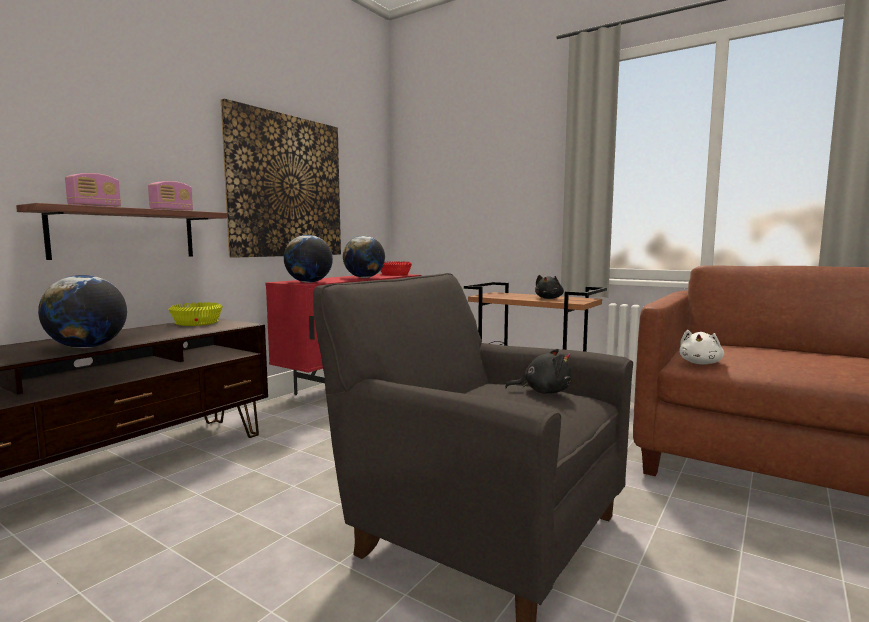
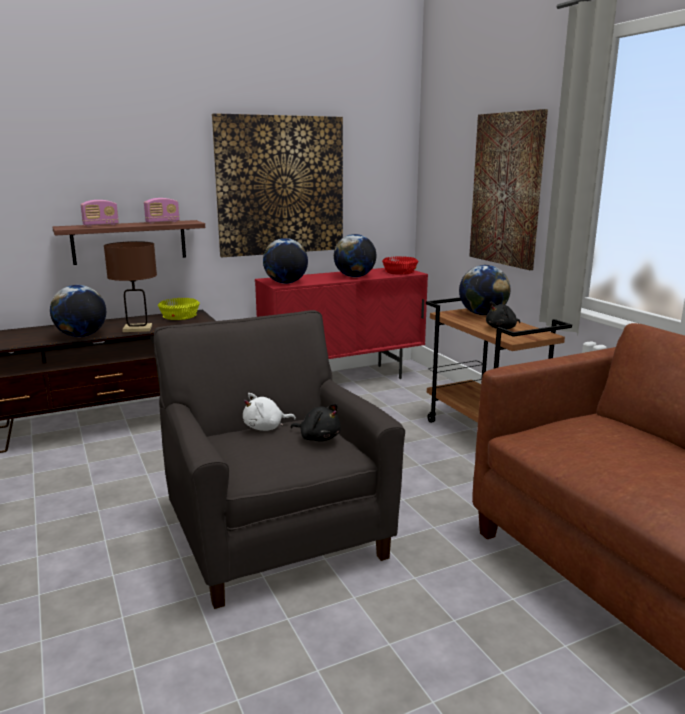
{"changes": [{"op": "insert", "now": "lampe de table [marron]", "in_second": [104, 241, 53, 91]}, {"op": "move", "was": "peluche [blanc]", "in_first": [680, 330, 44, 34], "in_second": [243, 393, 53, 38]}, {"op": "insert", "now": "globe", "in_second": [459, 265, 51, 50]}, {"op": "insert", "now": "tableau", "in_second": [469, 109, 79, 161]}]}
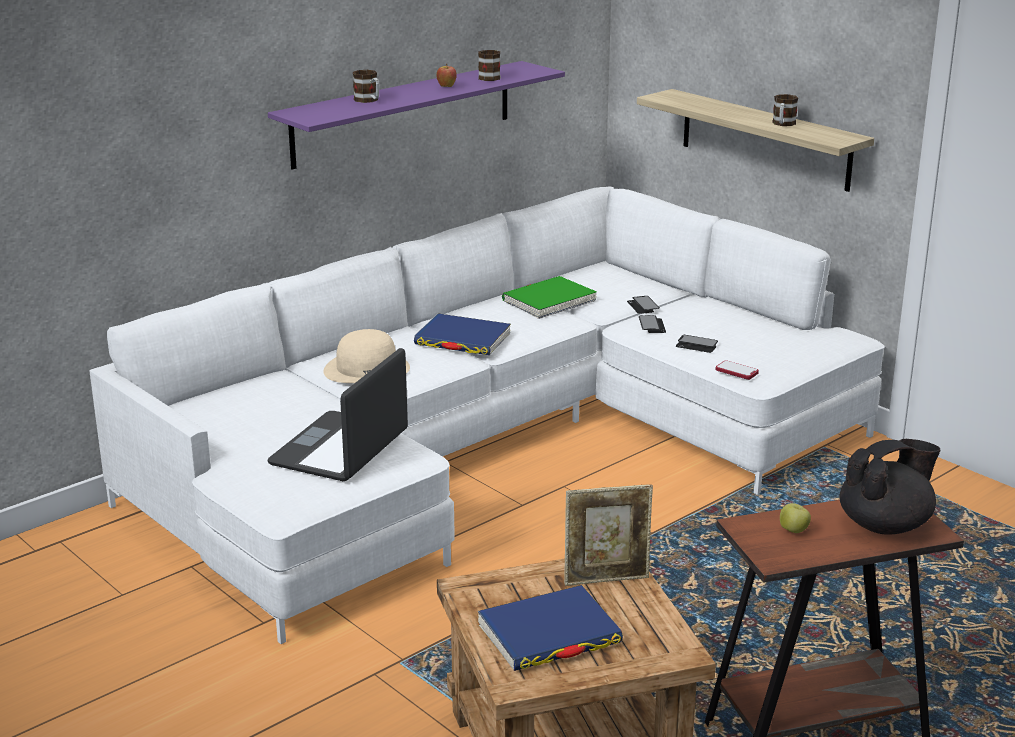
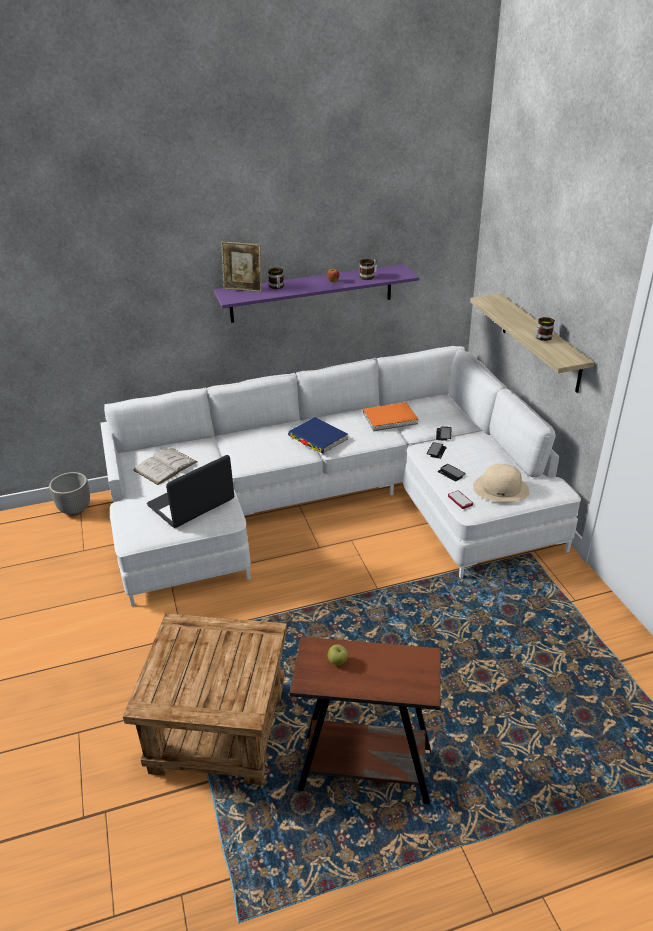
{"changes": [{"op": "insert", "now": "cache-pot", "in_second": [49, 472, 41, 43]}, {"op": "insert", "now": "livre [blanc]", "in_second": [133, 448, 64, 37]}, {"op": "move", "was": "cadre photo", "in_first": [564, 484, 89, 102], "in_second": [221, 241, 41, 51]}, {"op": "recolor", "was": "livre [vert]", "now": "livre [orange]", "in_first": [502, 276, 95, 43], "in_second": [363, 402, 56, 29]}, {"op": "move", "was": "chapeau [beige]", "in_first": [323, 329, 87, 54], "in_second": [473, 464, 56, 38]}, {"op": "delete", "was": "livre [bleu]", "in_first": [478, 585, 145, 86]}, {"op": "delete", "was": "théière [noir]", "in_first": [840, 439, 100, 96]}]}
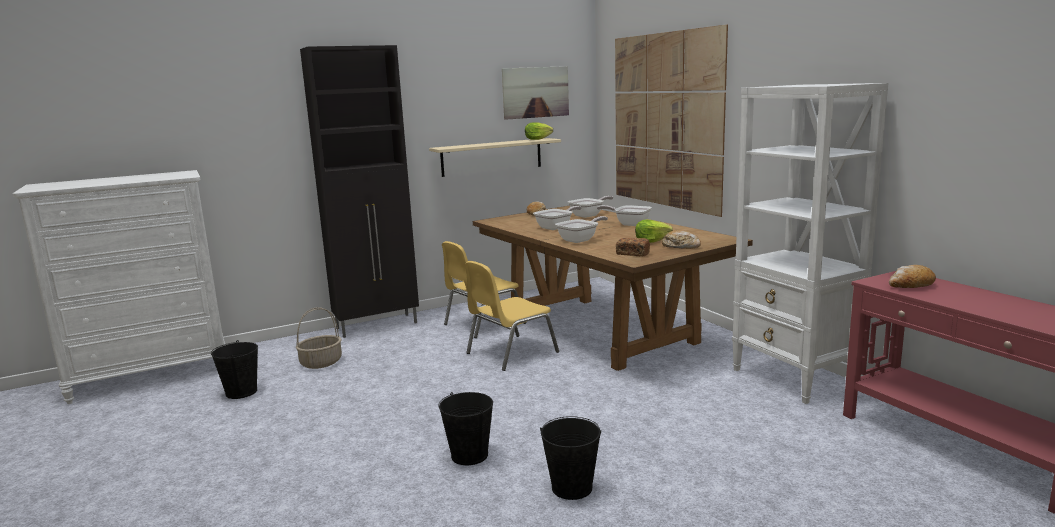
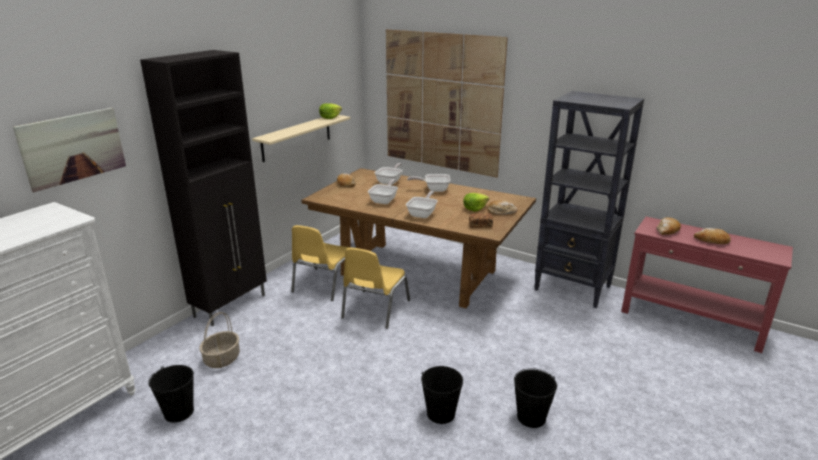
{"changes": [{"op": "move", "was": "tableau", "in_first": [502, 66, 67, 54], "in_second": [13, 108, 113, 84]}, {"op": "recolor", "was": "bibliothèque [blanc]", "now": "bibliothèque [noir]", "in_first": [732, 83, 156, 321], "in_second": [534, 91, 110, 217]}, {"op": "insert", "now": "pain", "in_second": [694, 228, 37, 16]}]}
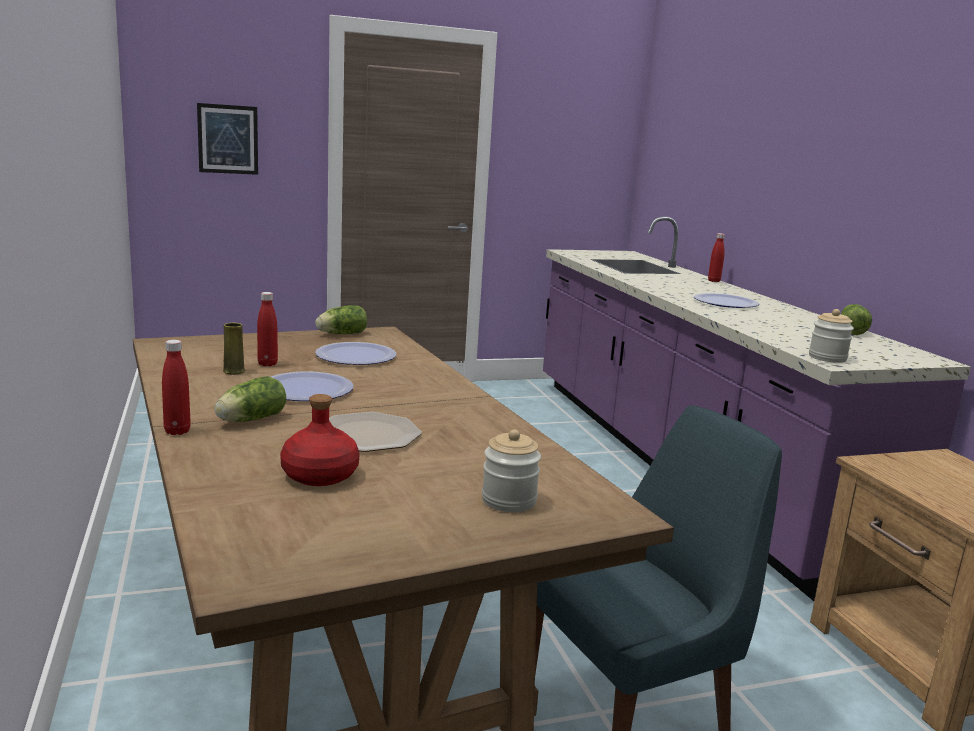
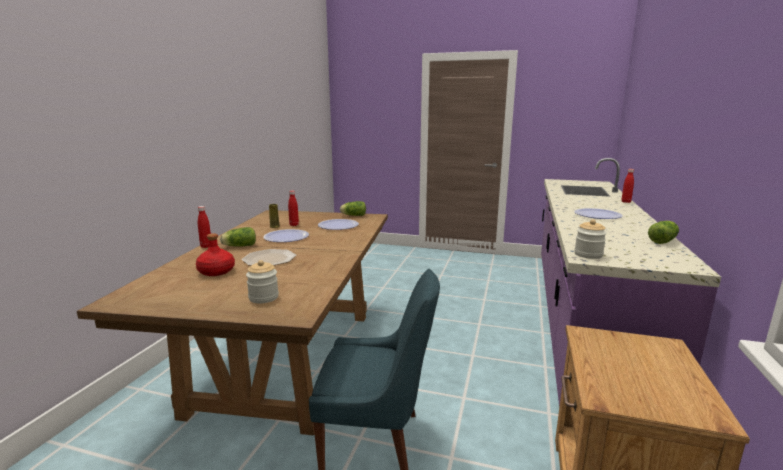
{"changes": [{"op": "delete", "was": "tableau", "in_first": [197, 103, 61, 72]}]}
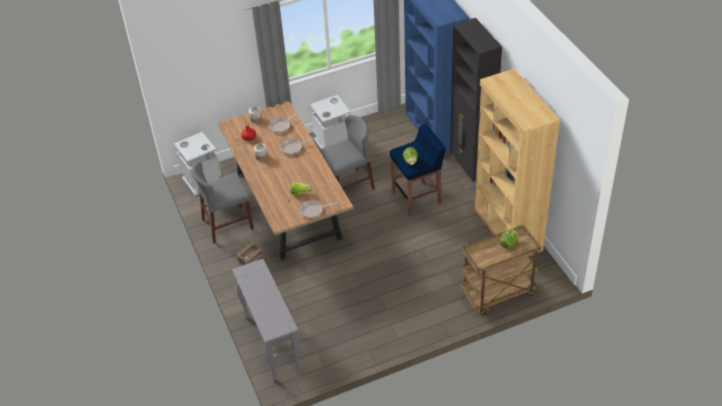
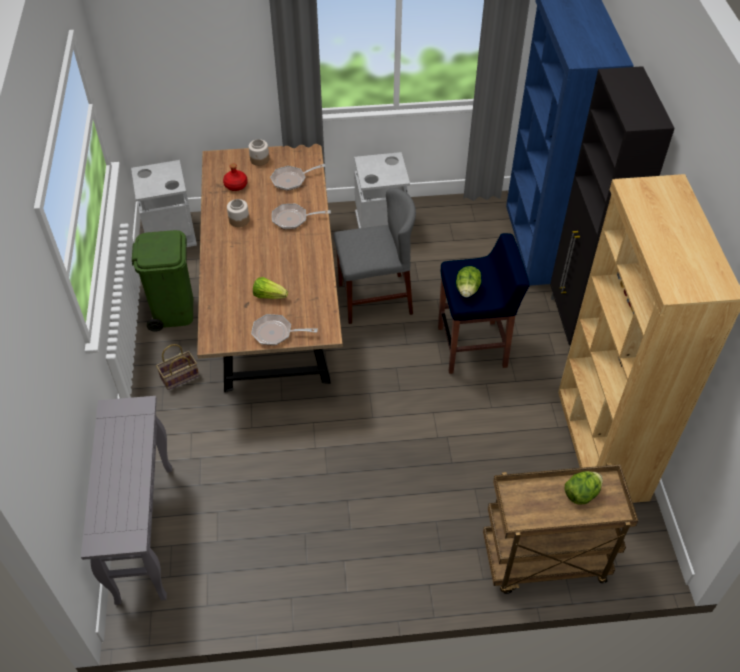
{"changes": [{"op": "replace", "was": "chaise [gris]", "now": "poubelle [vert]", "in_first": [191, 161, 62, 82], "in_second": [132, 230, 61, 101]}]}
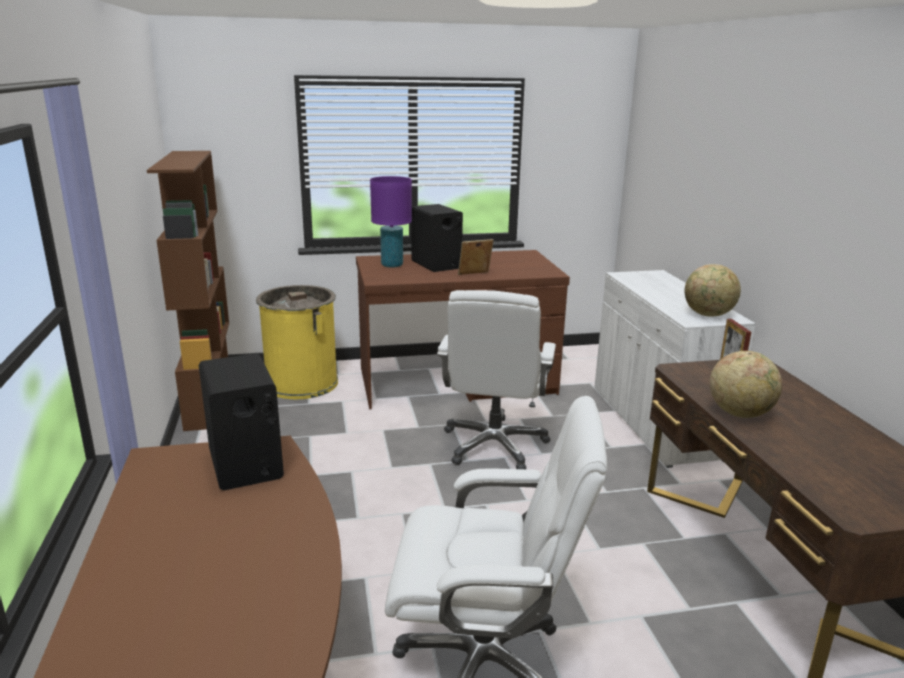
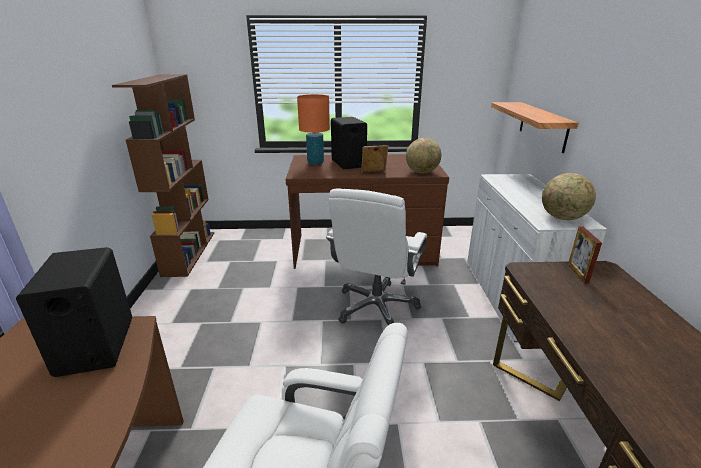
{"changes": [{"op": "recolor", "was": "lampe de table [violet]", "now": "lampe de table [orange]", "in_first": [370, 176, 42, 92], "in_second": [297, 94, 33, 71]}, {"op": "move", "was": "globe", "in_first": [710, 351, 72, 67], "in_second": [406, 138, 35, 36]}, {"op": "insert", "now": "étagère", "in_second": [491, 102, 88, 51]}, {"op": "delete", "was": "poubelle [jaune]", "in_first": [256, 285, 82, 114]}]}
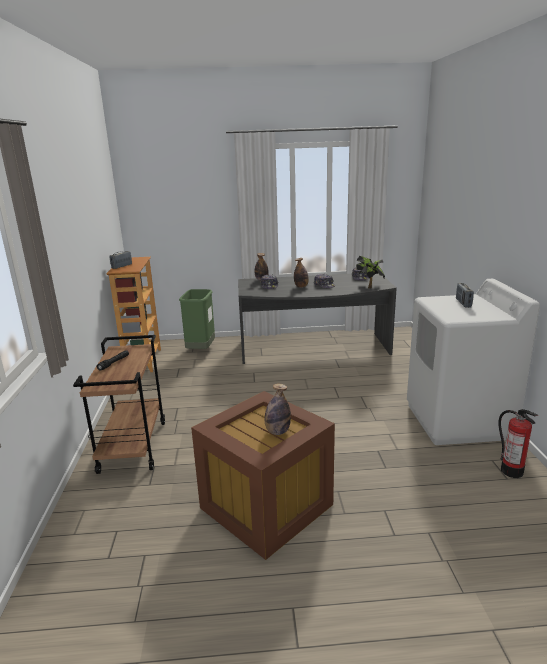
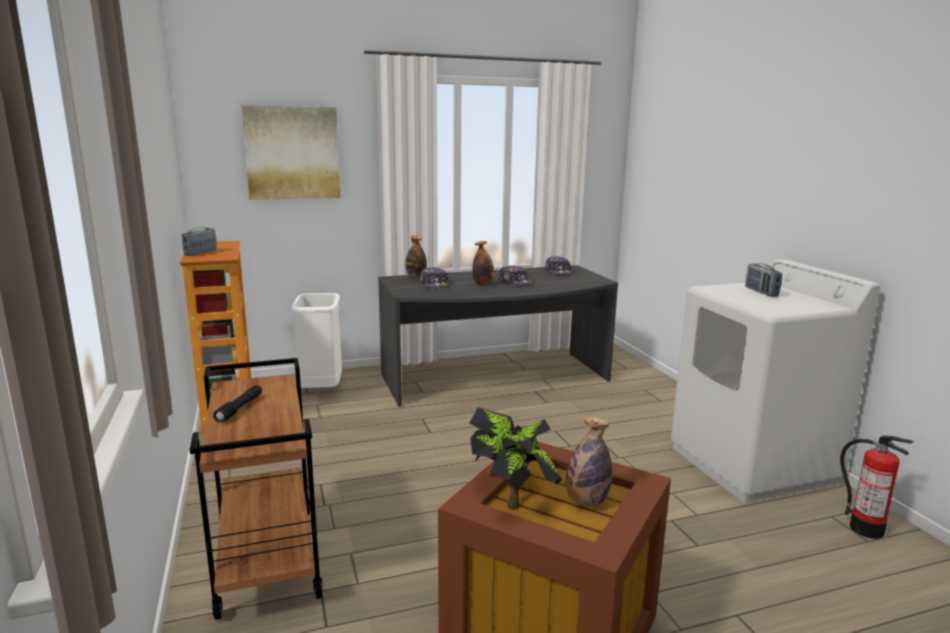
{"changes": [{"op": "insert", "now": "tableau", "in_second": [242, 105, 98, 95]}, {"op": "recolor", "was": "poubelle [vert]", "now": "poubelle [blanc]", "in_first": [179, 289, 36, 60], "in_second": [291, 293, 51, 95]}, {"op": "move", "was": "plante en pot", "in_first": [356, 256, 29, 33], "in_second": [470, 407, 92, 103]}]}
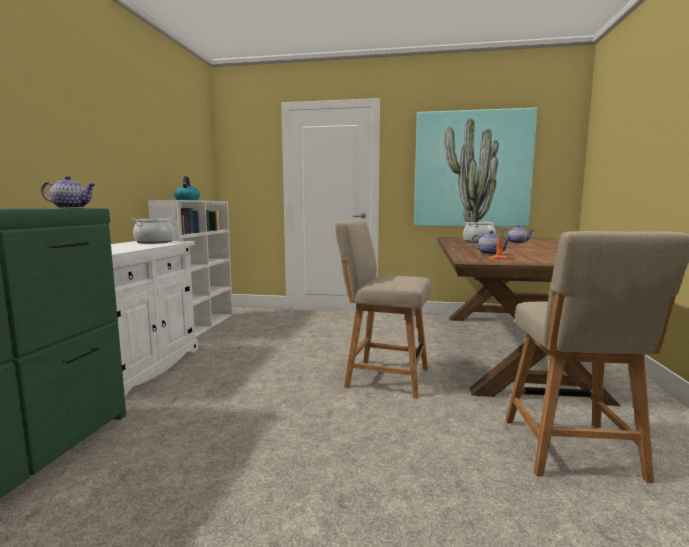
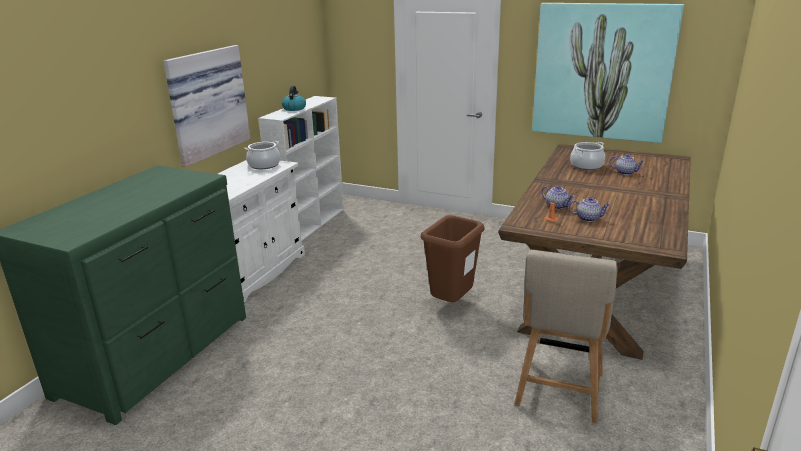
{"changes": [{"op": "insert", "now": "tableau", "in_second": [164, 45, 86, 122]}, {"op": "replace", "was": "chaise [beige]", "now": "poubelle [marron]", "in_first": [335, 220, 96, 178], "in_second": [421, 215, 64, 87]}, {"op": "move", "was": "théière", "in_first": [41, 176, 55, 32], "in_second": [569, 197, 42, 25]}]}
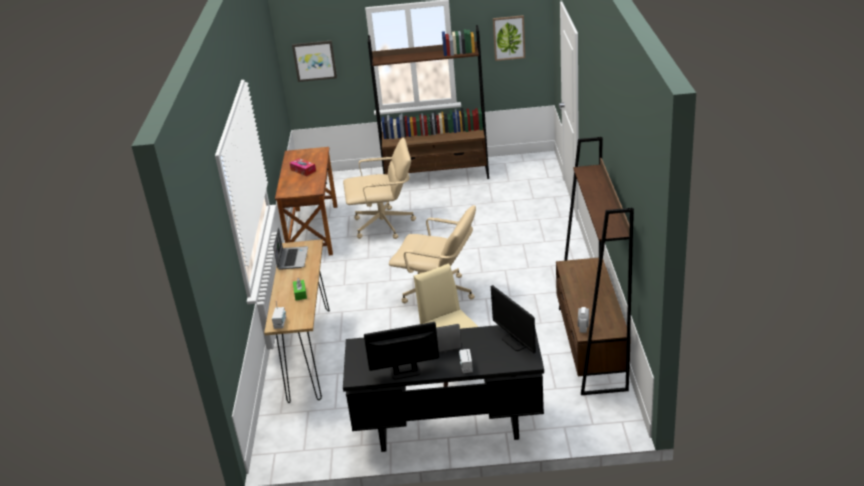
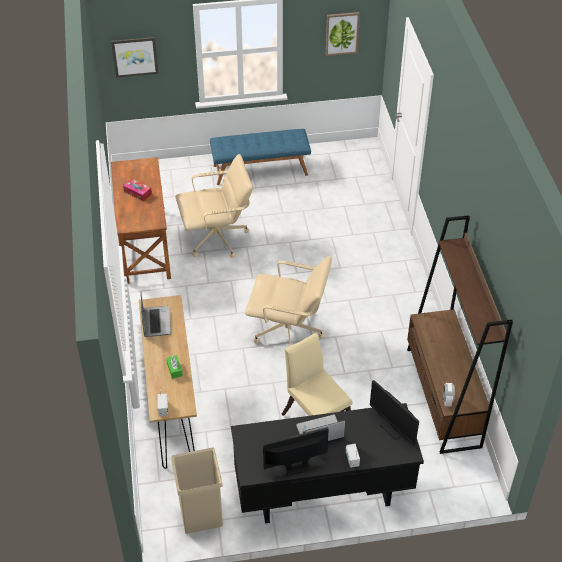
{"changes": [{"op": "insert", "now": "poubelle [beige]", "in_second": [171, 448, 52, 86]}, {"op": "replace", "was": "bibliothèque [marron]", "now": "banc [bleu]", "in_first": [368, 25, 121, 154], "in_second": [210, 129, 101, 56]}]}
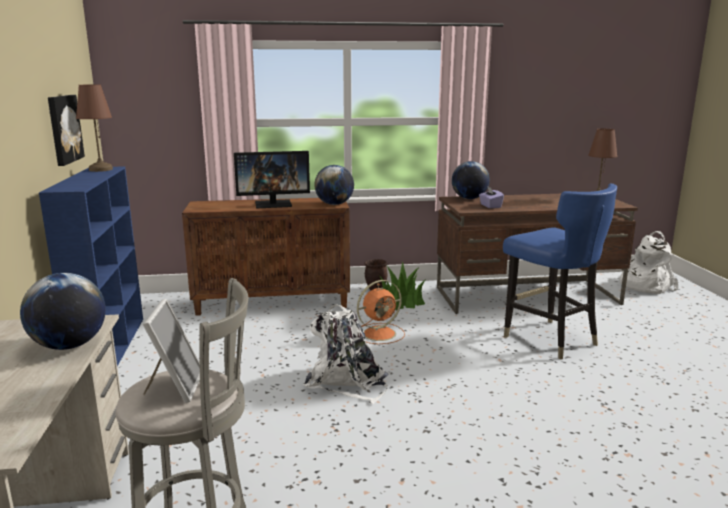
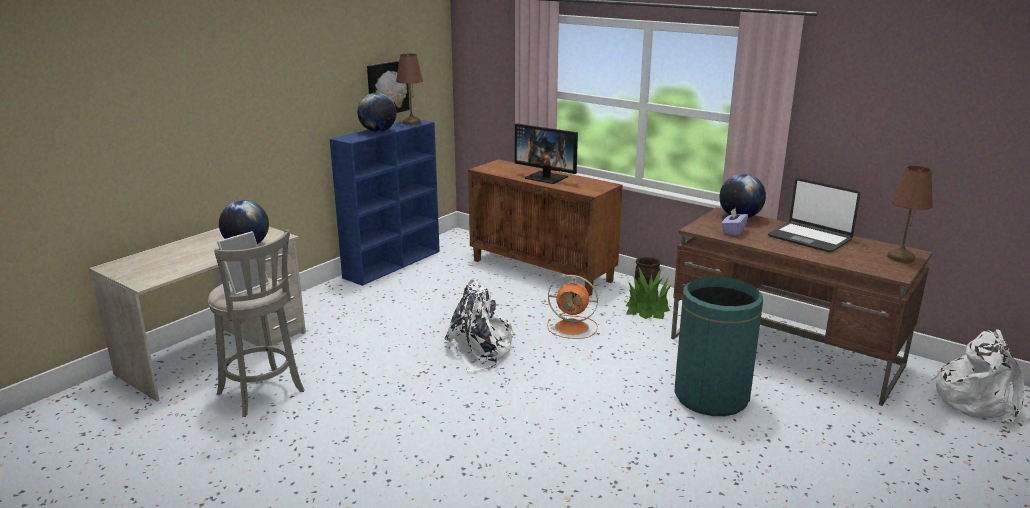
{"changes": [{"op": "move", "was": "globe", "in_first": [314, 165, 40, 40], "in_second": [357, 93, 40, 39]}, {"op": "replace", "was": "chaise [bleu]", "now": "poubelle [vert]", "in_first": [503, 184, 114, 175], "in_second": [675, 277, 88, 139]}, {"op": "insert", "now": "ordinateur portable", "in_second": [768, 178, 92, 75]}]}
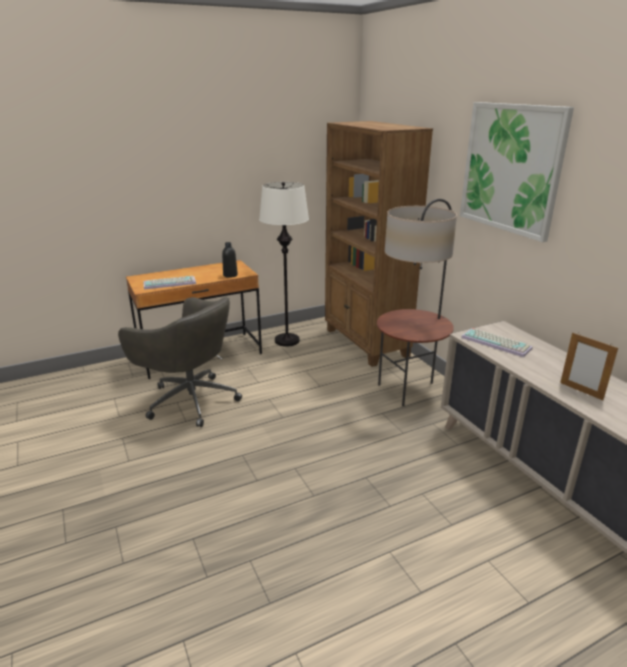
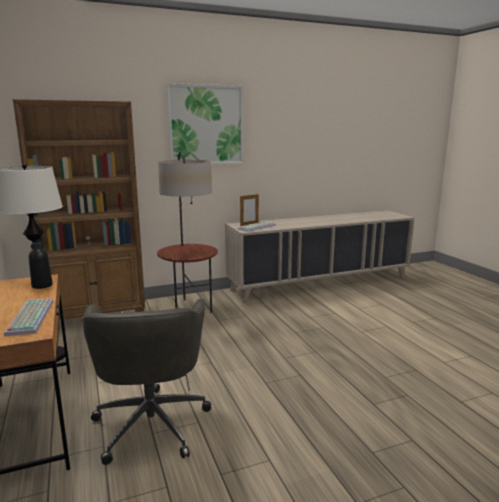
{"changes": [{"op": "rotate", "was": "chaise de bureau [gris]", "in_first": [118, 297, 124, 130], "in_second": [82, 298, 129, 167], "clockwise": 135}, {"op": "move", "was": "cadre photo", "in_first": [560, 333, 58, 67], "in_second": [240, 194, 19, 32]}]}
